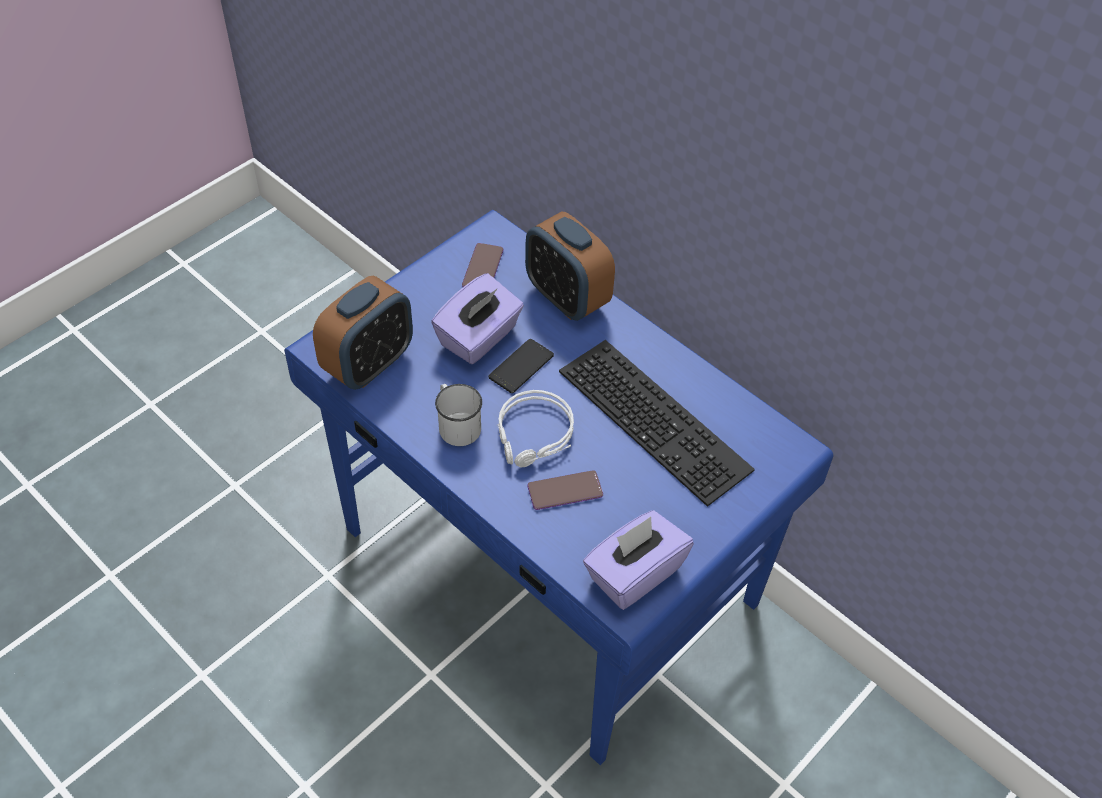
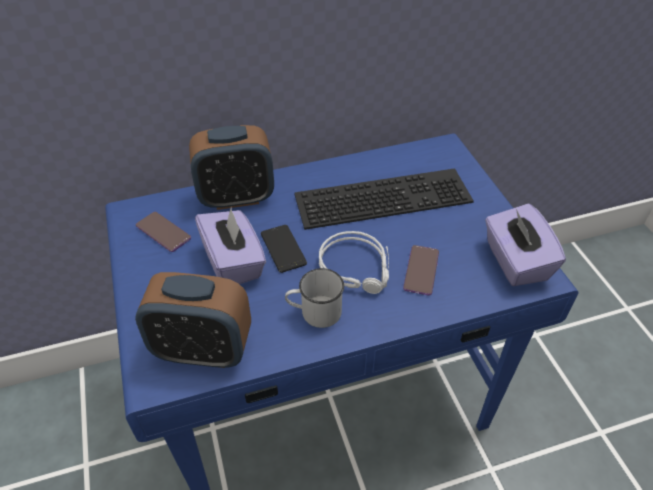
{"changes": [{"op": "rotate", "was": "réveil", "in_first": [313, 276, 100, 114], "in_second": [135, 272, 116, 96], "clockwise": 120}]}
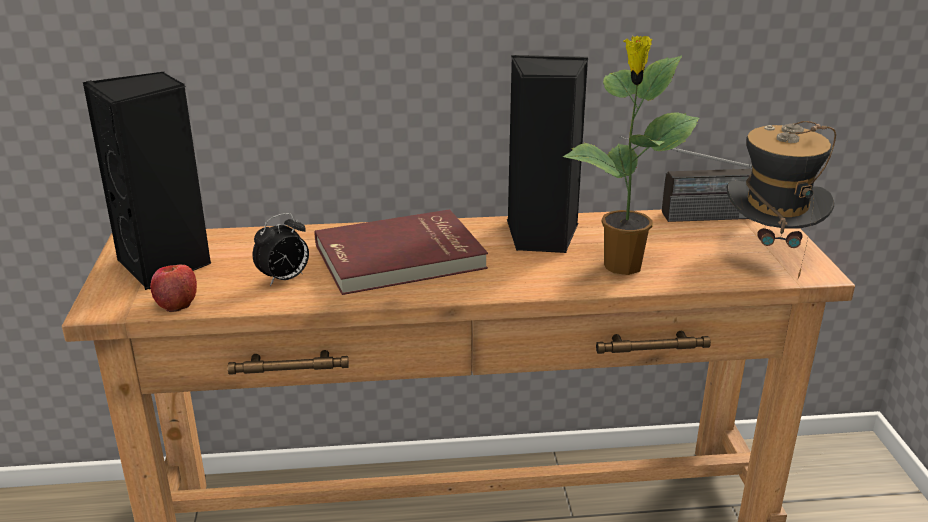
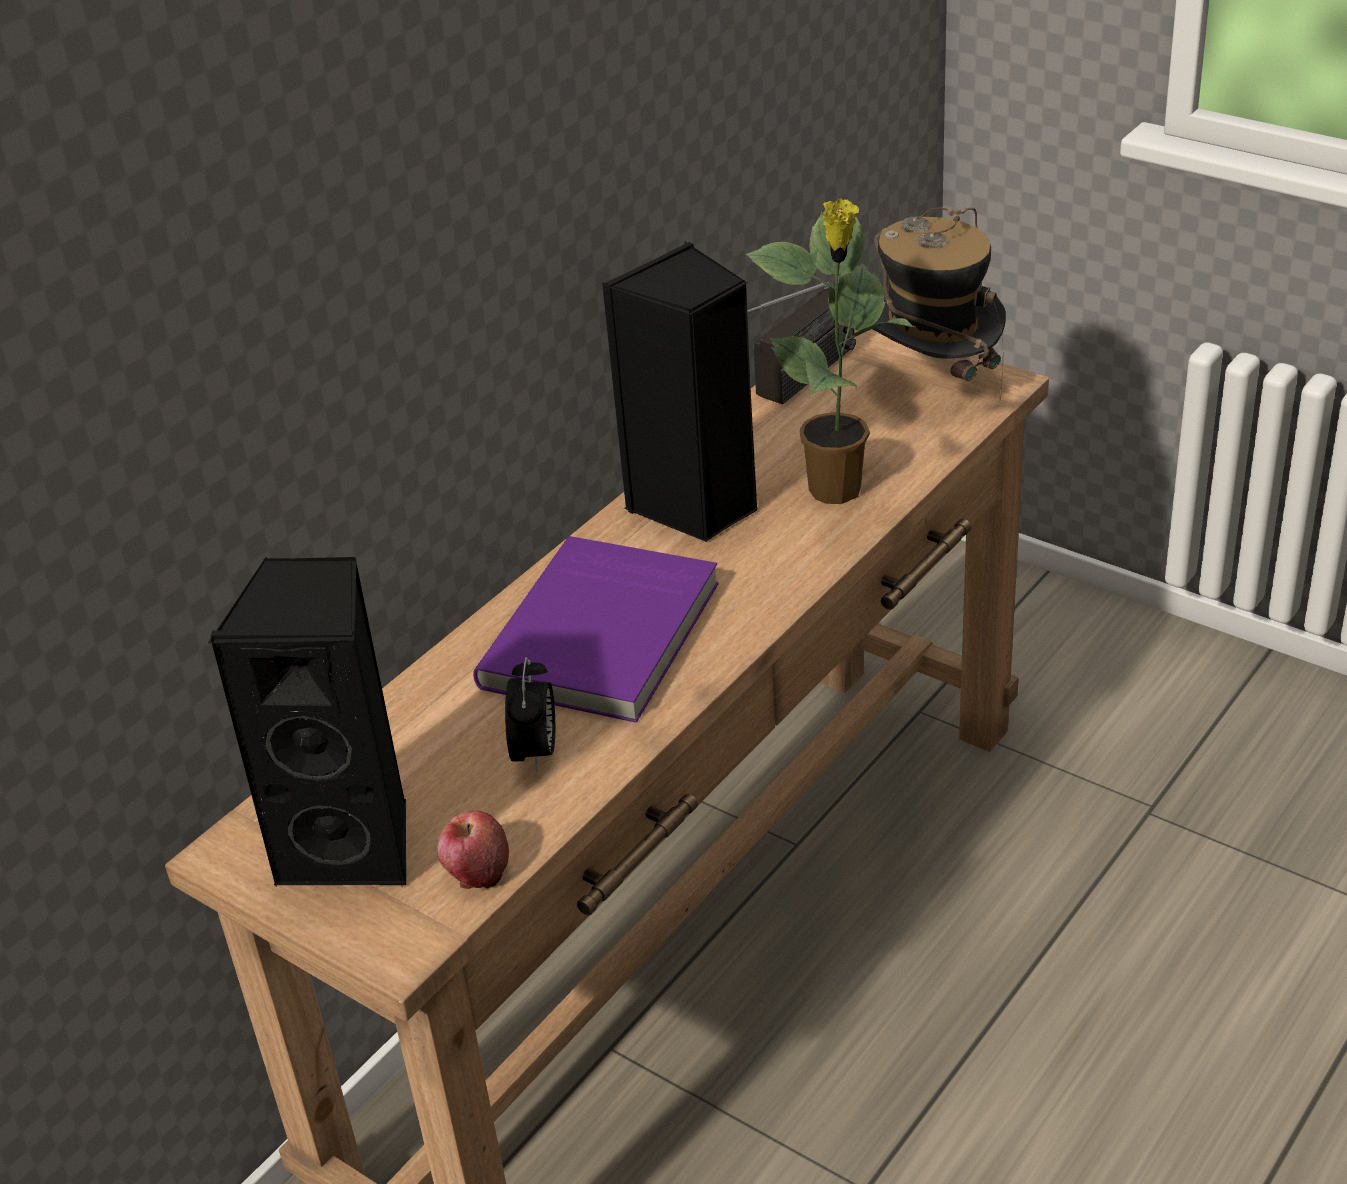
{"changes": [{"op": "recolor", "was": "livre [rouge]", "now": "livre [violet]", "in_first": [315, 209, 173, 86], "in_second": [473, 536, 246, 187]}]}
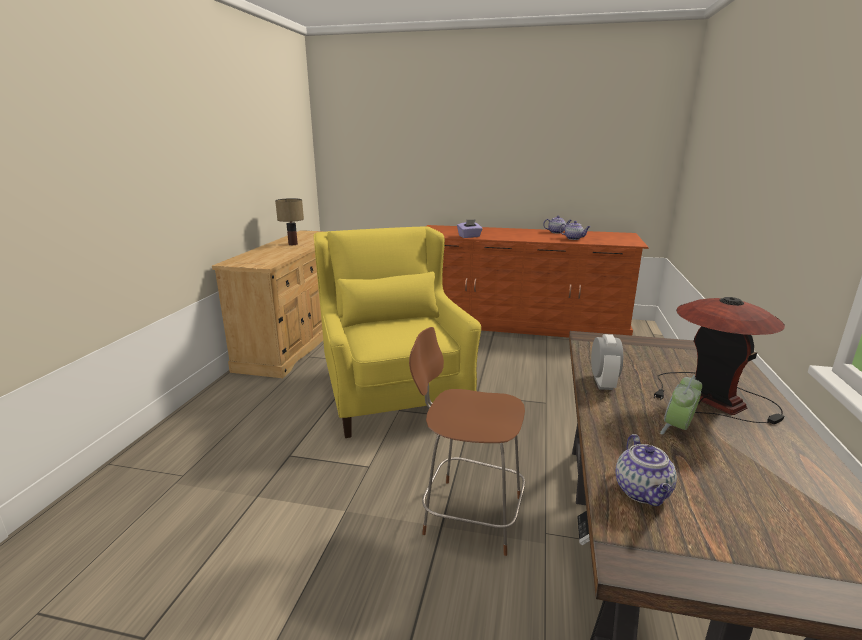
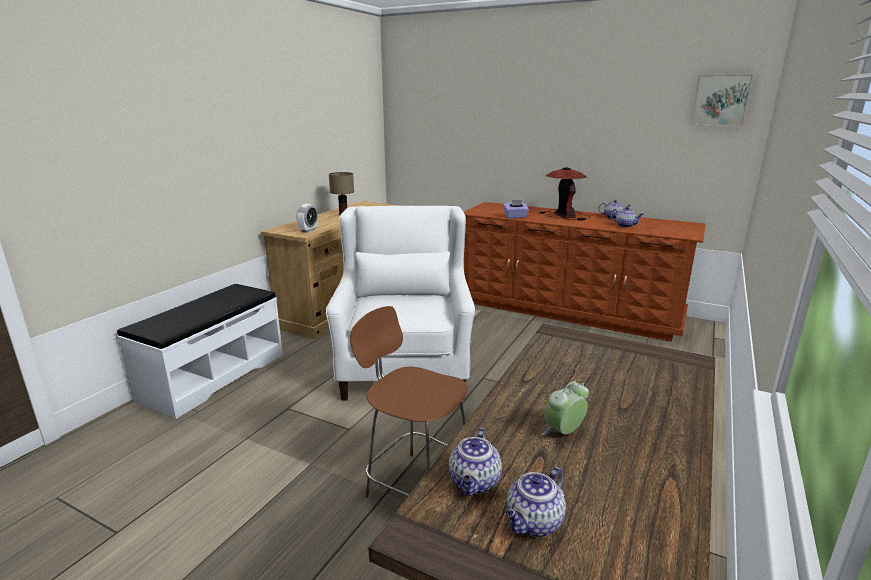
{"changes": [{"op": "insert", "now": "banc [blanc]", "in_second": [117, 284, 166, 135]}, {"op": "move", "was": "réveil", "in_first": [591, 334, 32, 56], "in_second": [296, 204, 22, 29]}, {"op": "recolor", "was": "fauteuil [jaune]", "now": "fauteuil [blanc]", "in_first": [314, 226, 167, 212], "in_second": [326, 206, 149, 195]}, {"op": "insert", "now": "théière", "in_second": [506, 467, 60, 70]}, {"op": "move", "was": "lampe de table", "in_first": [654, 297, 131, 127], "in_second": [540, 167, 50, 53]}, {"op": "insert", "now": "tableau", "in_second": [691, 74, 62, 52]}]}
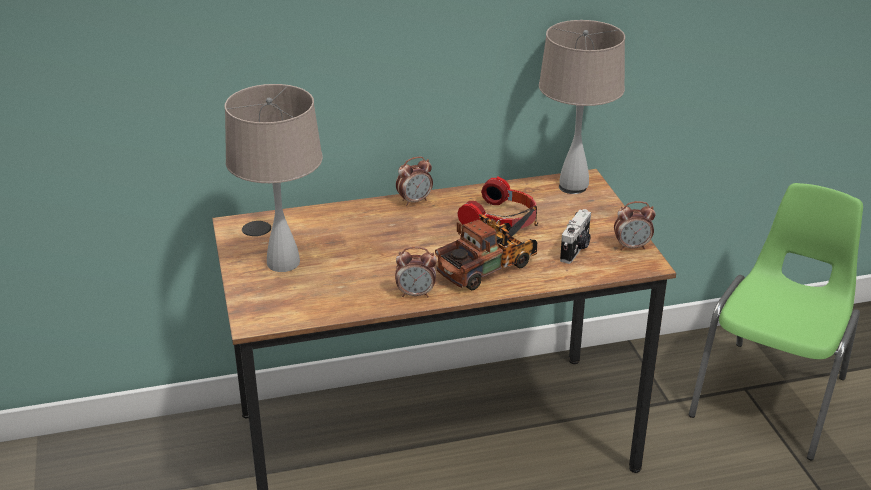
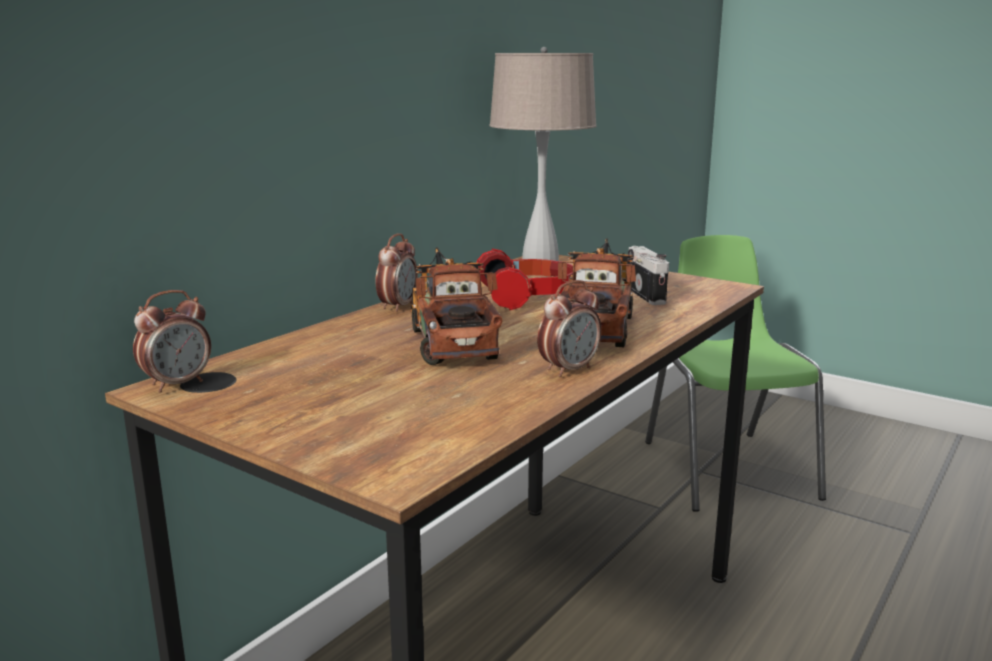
{"changes": [{"op": "move", "was": "réveil", "in_first": [614, 201, 42, 49], "in_second": [133, 290, 78, 103]}, {"op": "insert", "now": "camion jouet", "in_second": [410, 247, 92, 118]}, {"op": "delete", "was": "lampe de table [beige]", "in_first": [225, 84, 98, 188]}]}
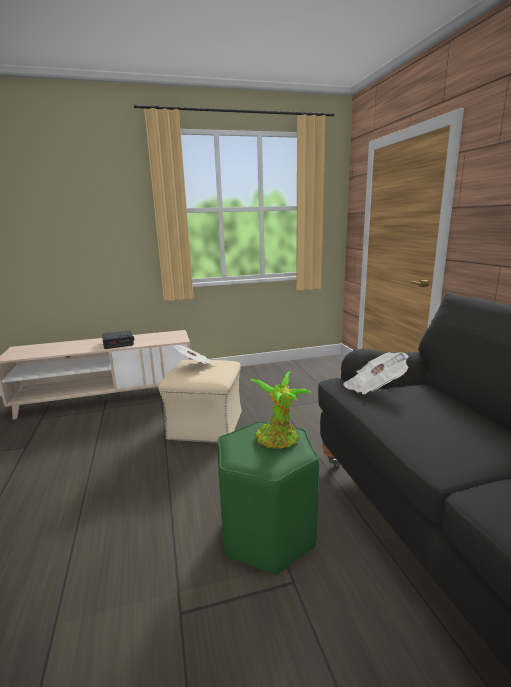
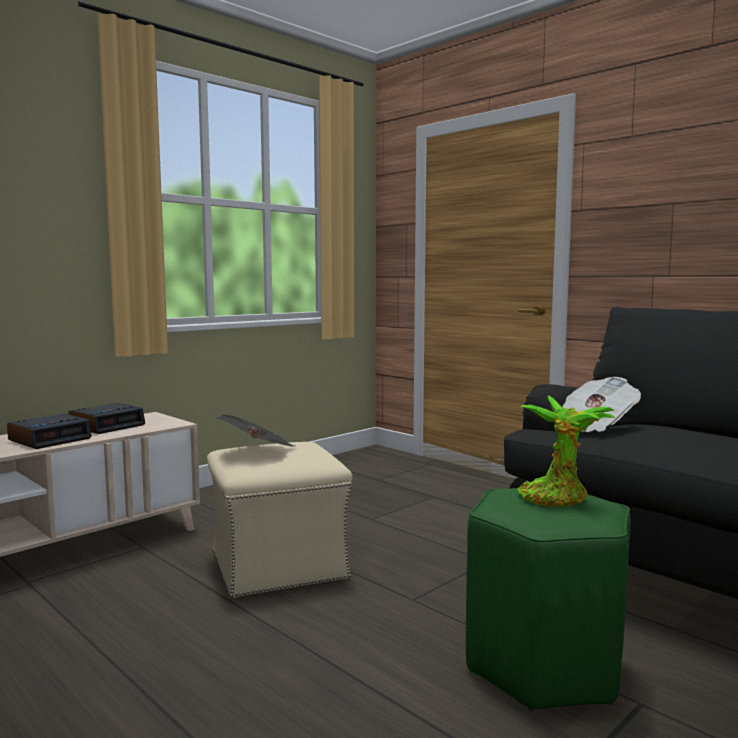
{"changes": [{"op": "insert", "now": "réveil", "in_second": [68, 403, 77, 31]}]}
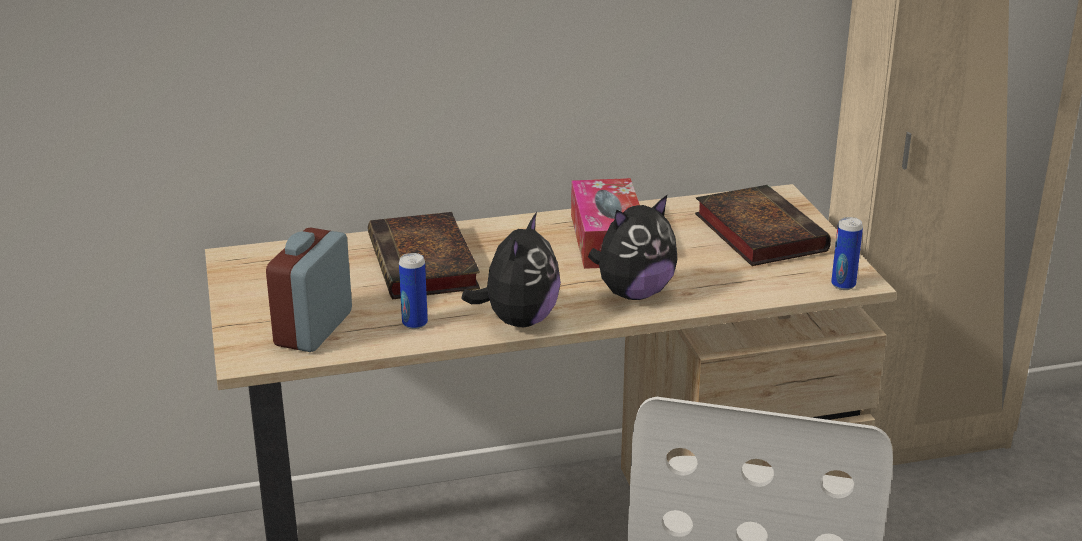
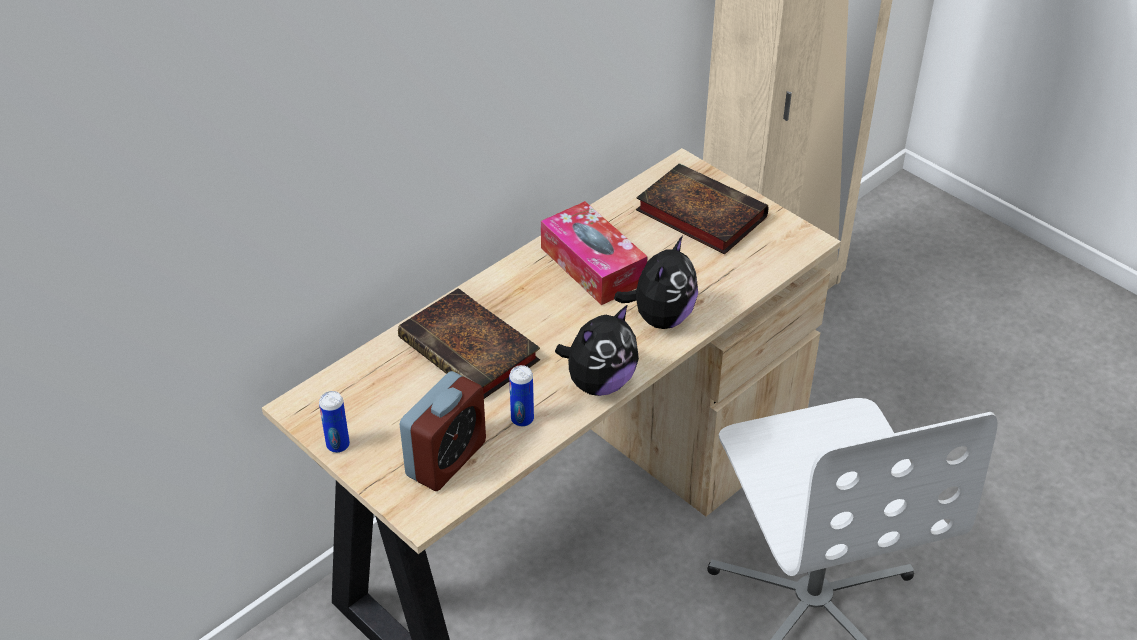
{"changes": [{"op": "move", "was": "boîte métallique", "in_first": [831, 217, 32, 73], "in_second": [319, 391, 31, 62]}, {"op": "rotate", "was": "réveil", "in_first": [266, 228, 86, 124], "in_second": [400, 371, 86, 120], "clockwise": -135}, {"op": "rotate", "was": "peluche", "in_first": [461, 212, 100, 115], "in_second": [555, 304, 84, 92], "clockwise": 60}]}
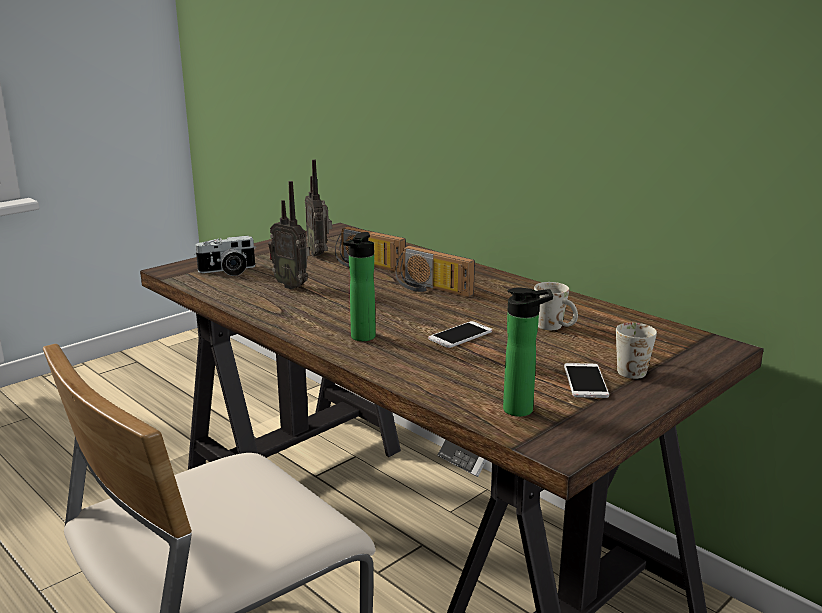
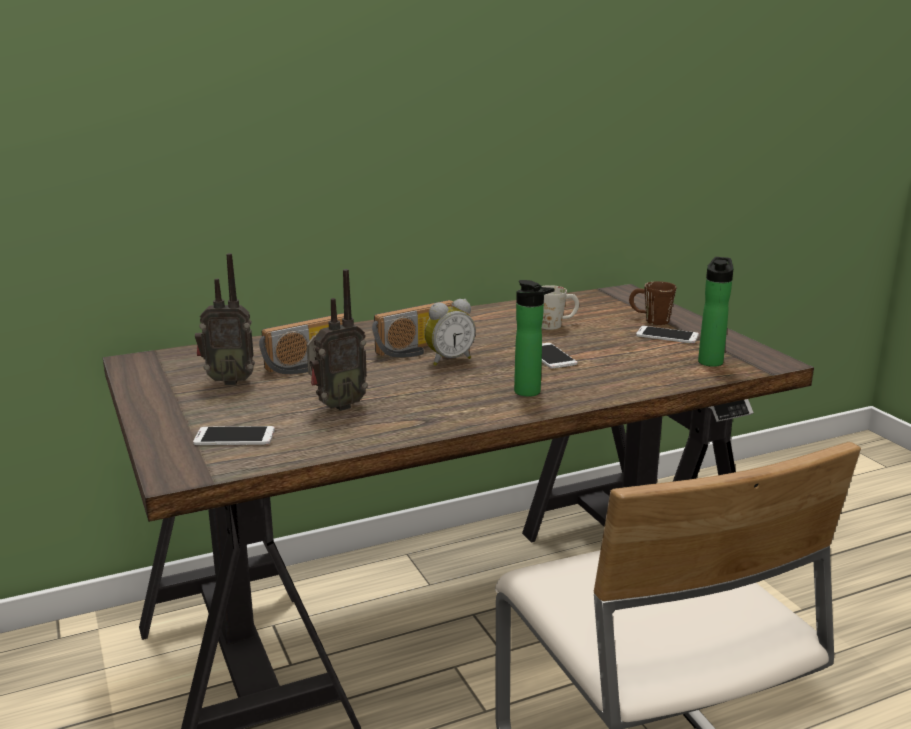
{"changes": [{"op": "replace", "was": "appareil photo", "now": "téléphone", "in_first": [194, 236, 62, 40], "in_second": [193, 426, 82, 19]}, {"op": "insert", "now": "réveil", "in_second": [424, 299, 52, 67]}, {"op": "recolor", "was": "mug [blanc]", "now": "mug [marron]", "in_first": [616, 323, 41, 56], "in_second": [629, 281, 48, 44]}]}
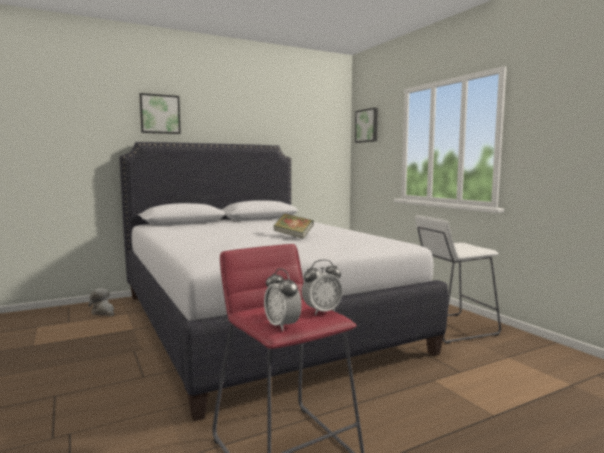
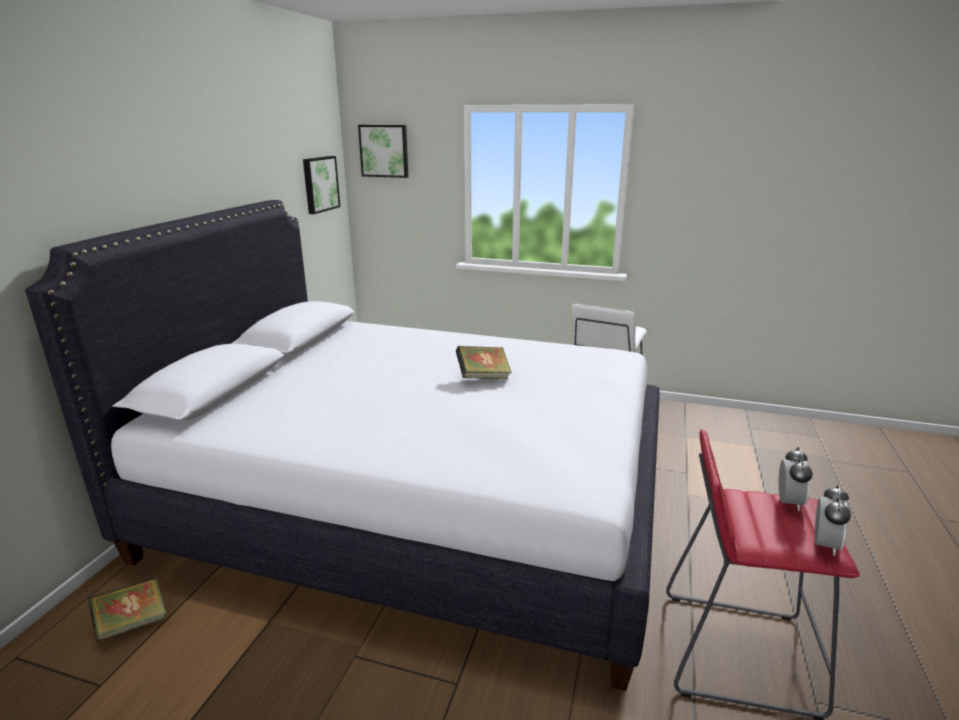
{"changes": [{"op": "replace", "was": "peluche", "now": "livre", "in_first": [89, 288, 25, 28], "in_second": [88, 577, 78, 64]}, {"op": "move", "was": "tableau", "in_first": [139, 93, 42, 41], "in_second": [303, 156, 37, 58]}, {"op": "rotate", "was": "réveil", "in_first": [264, 269, 38, 62], "in_second": [815, 484, 36, 72], "clockwise": -75}]}
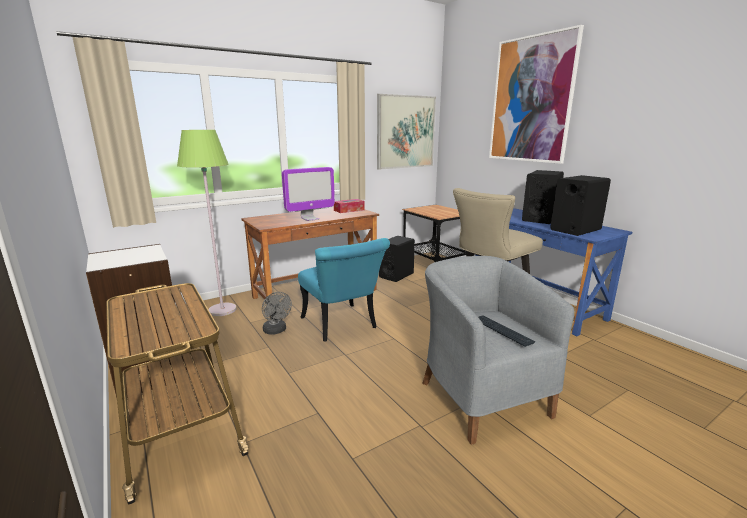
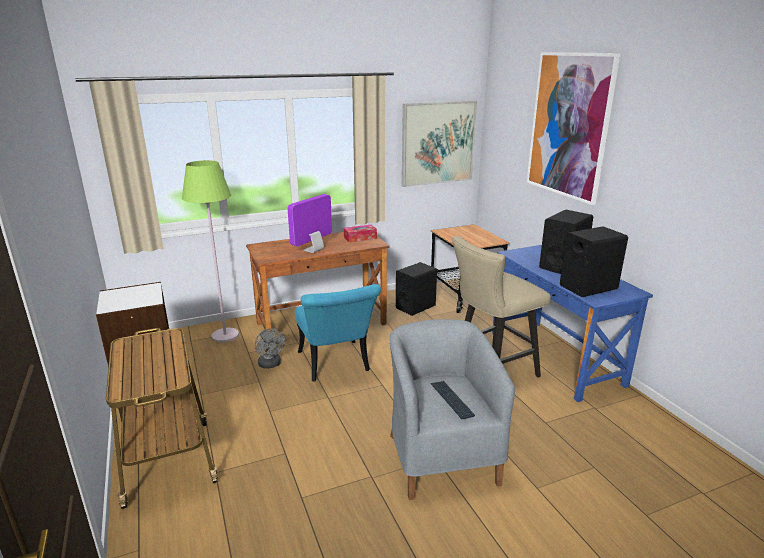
{"changes": [{"op": "rotate", "was": "écran d'ordinateur", "in_first": [282, 167, 53, 54], "in_second": [288, 194, 44, 59], "clockwise": 150}]}
